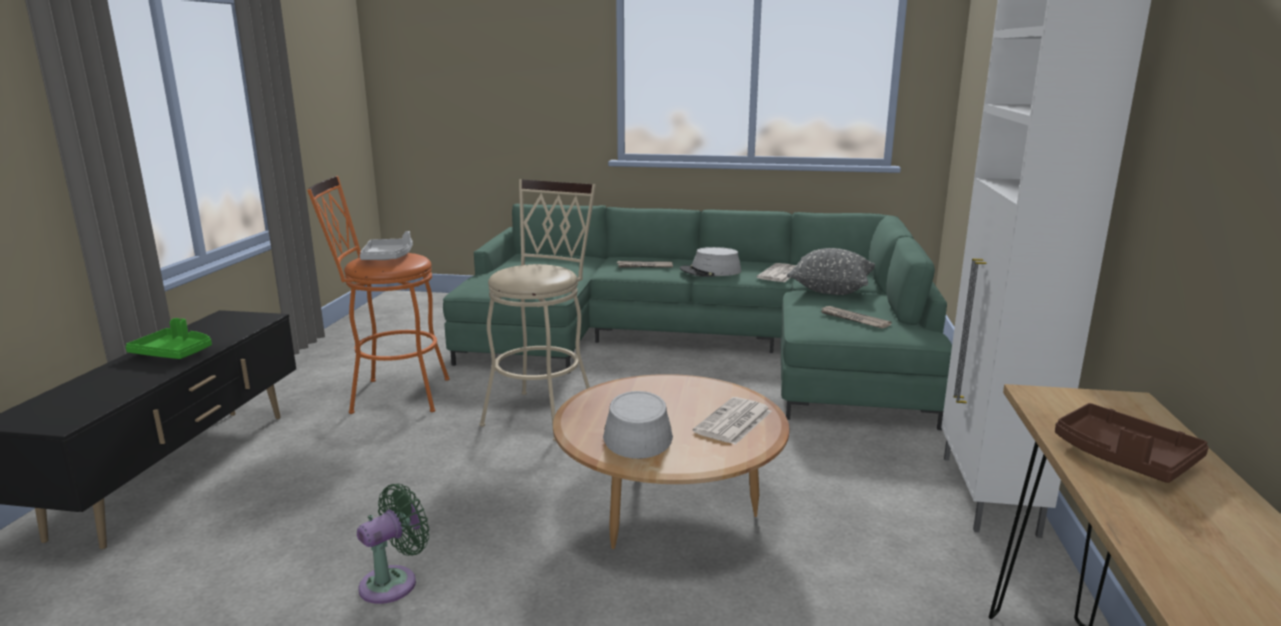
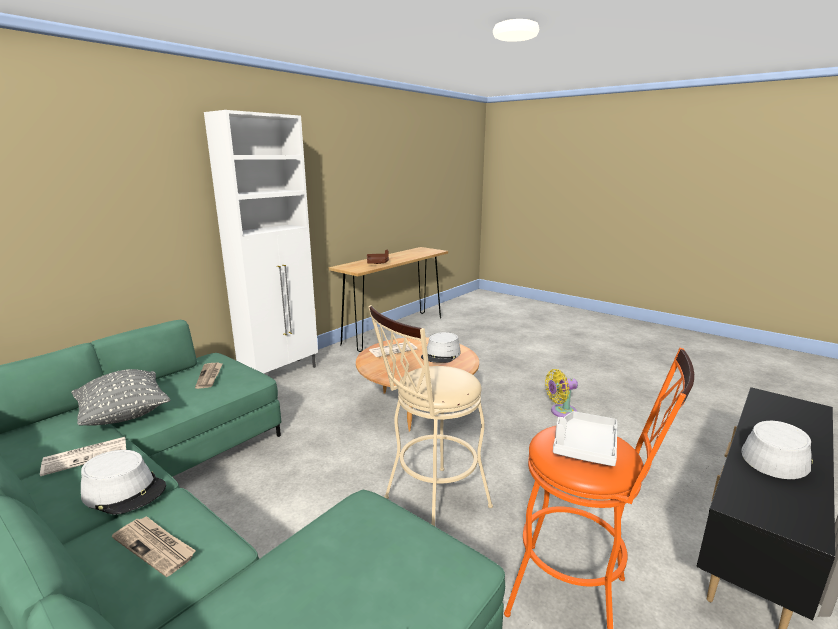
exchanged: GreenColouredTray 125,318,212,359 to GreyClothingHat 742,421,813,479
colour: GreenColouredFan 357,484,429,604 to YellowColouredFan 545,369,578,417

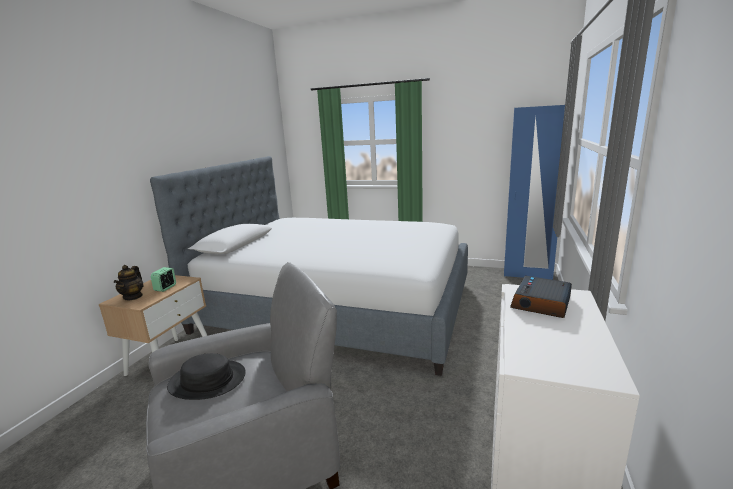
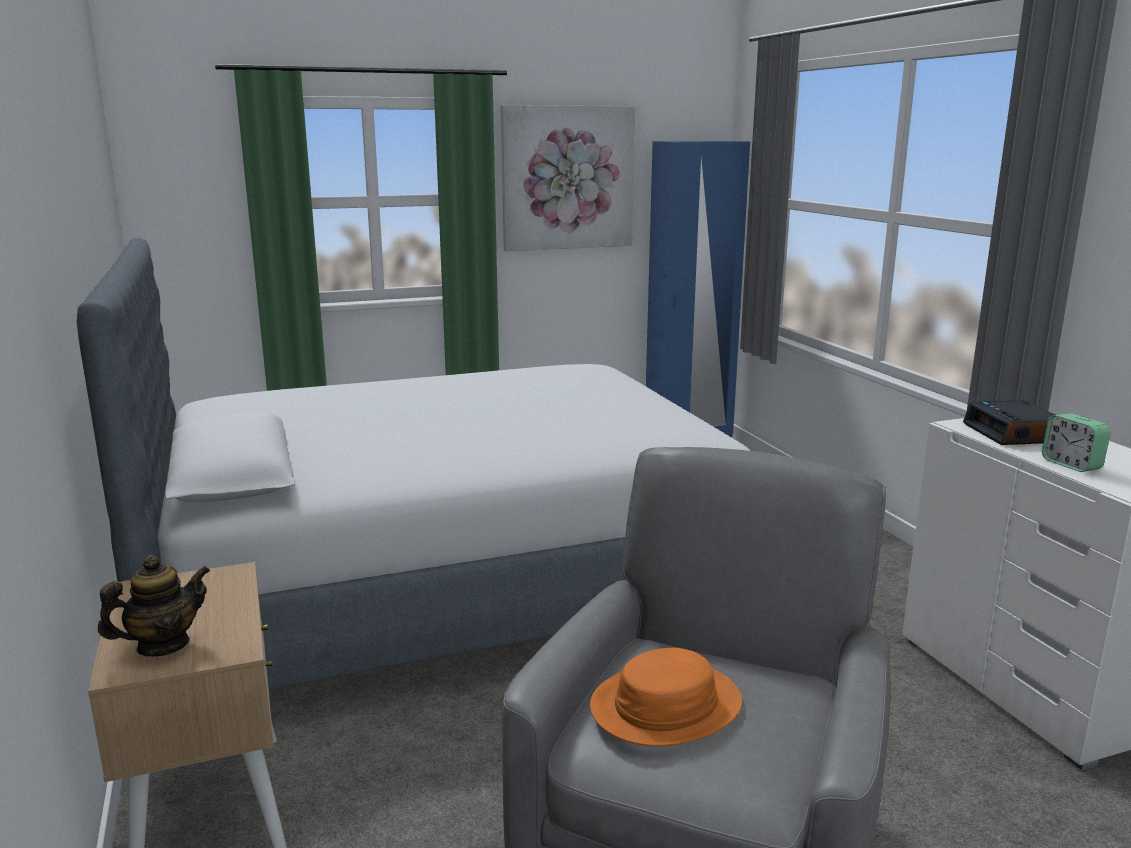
appeared: Picture 501,105,635,251
relocated: BedsideClock 151,267,176,292 to 1042,413,1111,472
colour: BlackColouredClothingHat 167,353,246,400 to OrangeClothingHat 590,648,742,746
spun: PotForTea 114,265,143,300 = 98,555,210,656 90 degrees counterclockwise

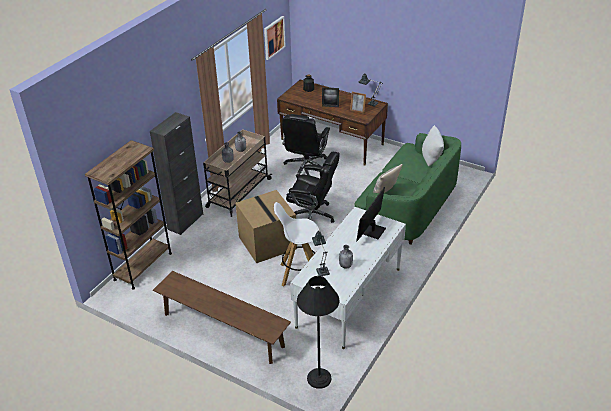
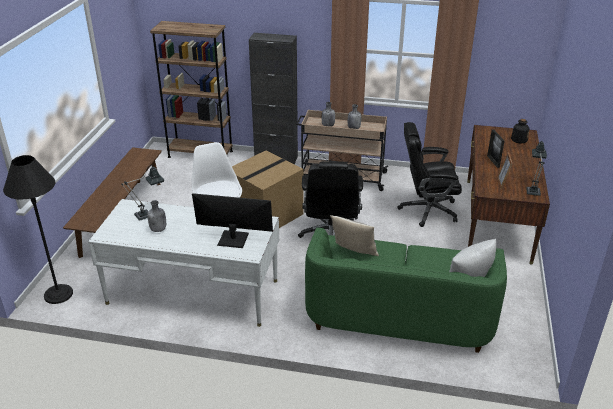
missing: Picture 264,16,286,60

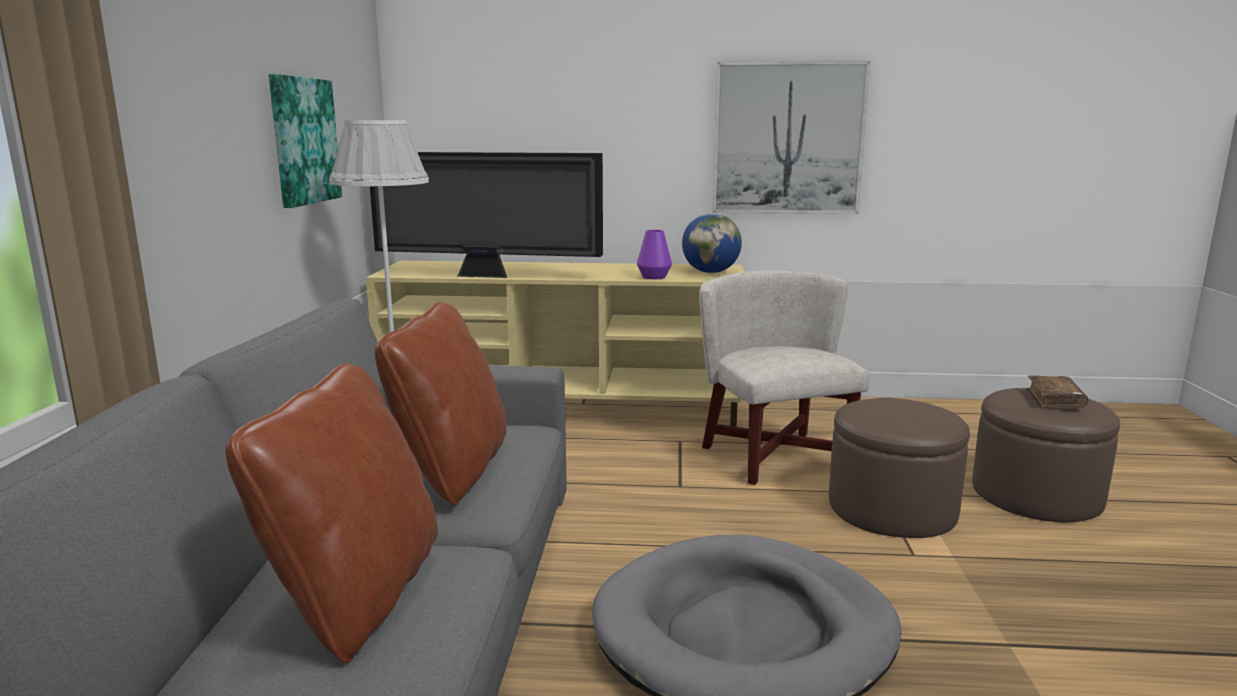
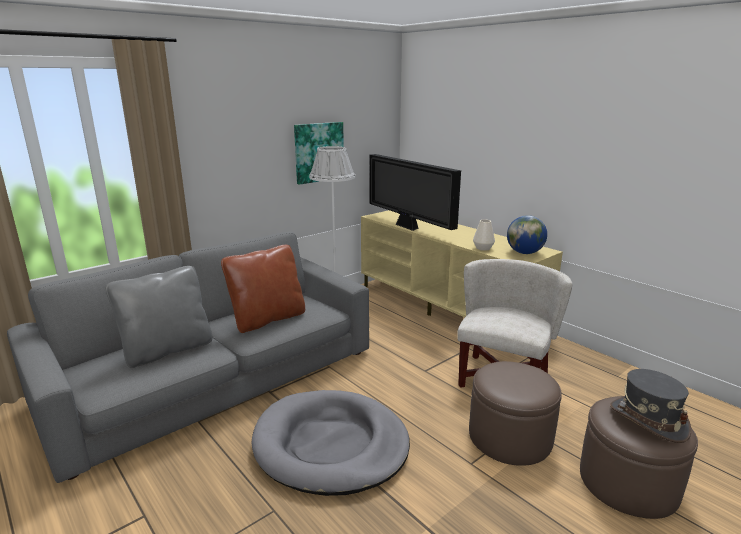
missing: Picture 713,61,870,214
exchanged: BrownishBoundBook 1027,375,1088,409 to GreyClothingHat 610,369,691,443
colour: PurplishVase 637,230,672,279 to WhitishVase 473,219,495,251; BrownishThrowPillow 225,363,438,663 to GreyThrowPillow 106,266,212,368

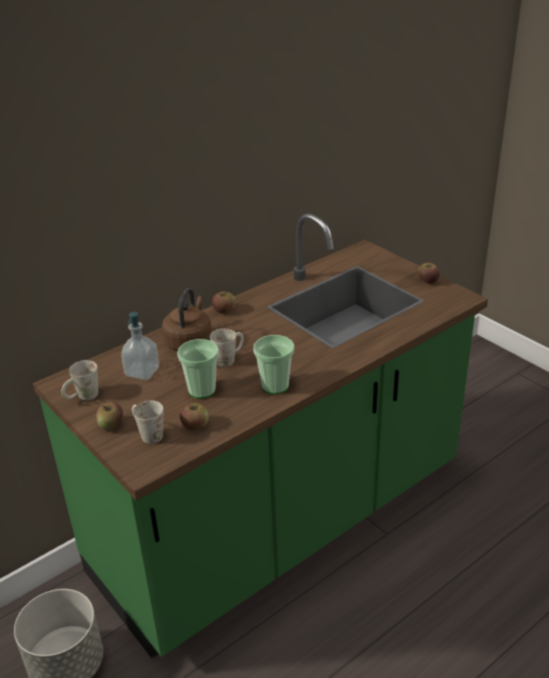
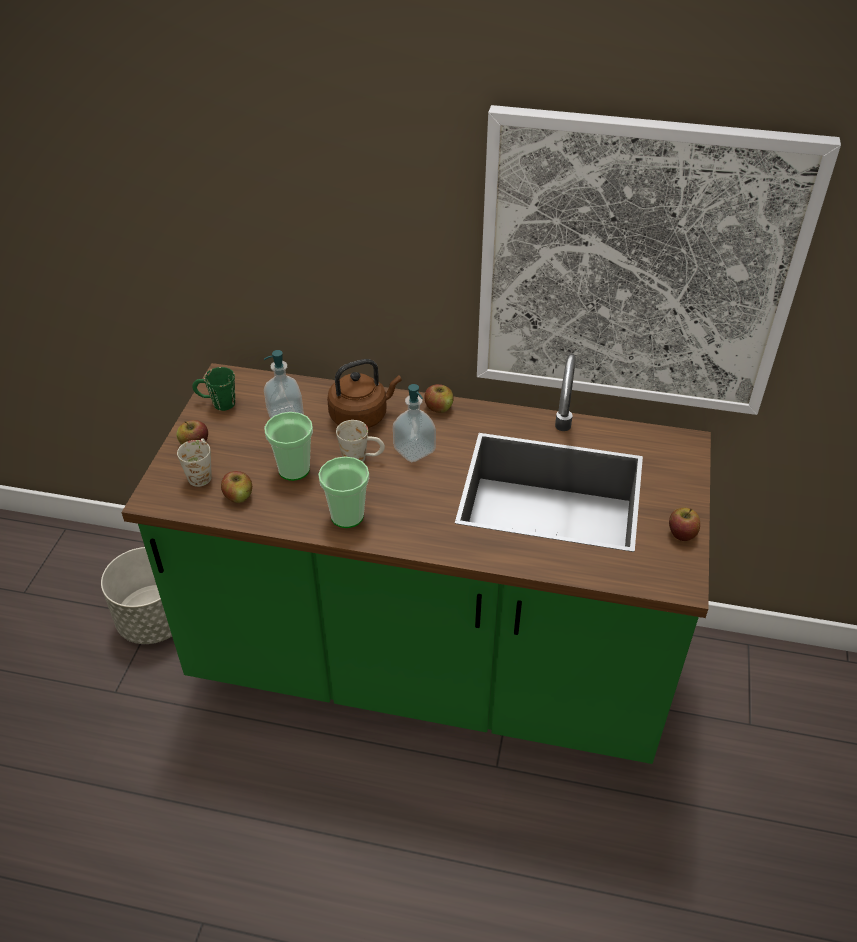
appeared: Picture 477,105,841,415; SoapBottle 393,384,436,462
colour: WhitishCoffeeMug 61,360,98,400 to GreenColouredCoffeeMug 192,367,235,411

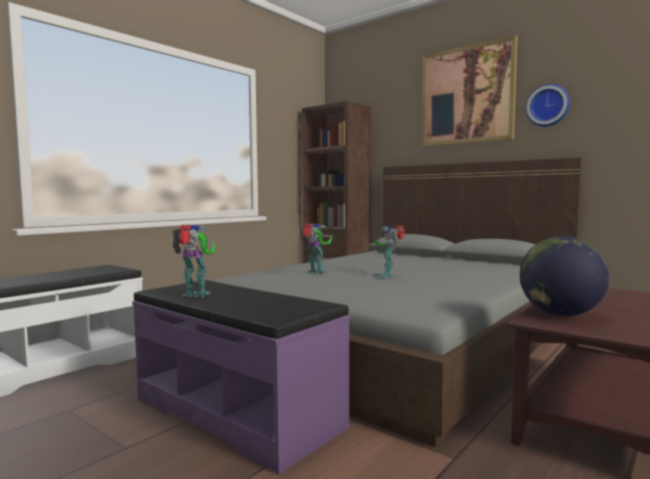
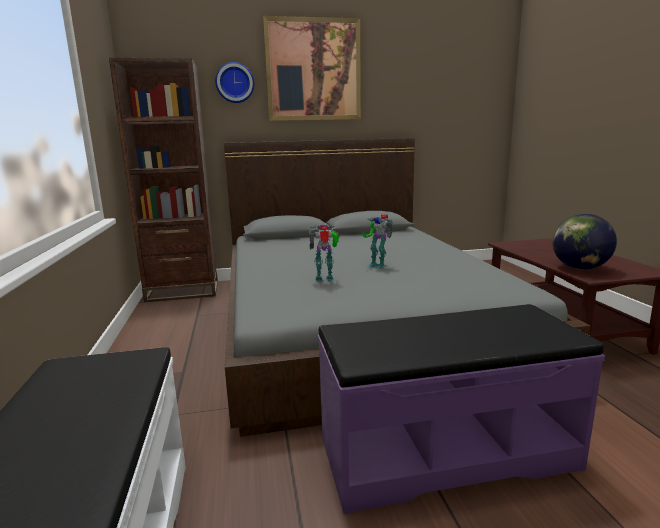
missing: ToyRobot 172,225,215,297
relocated: WallClock 526,84,570,127 to 215,62,254,103

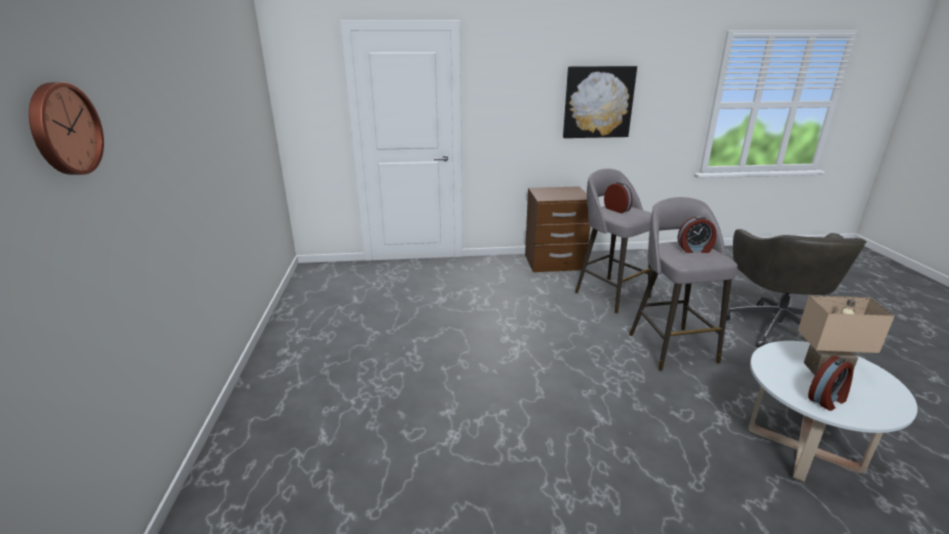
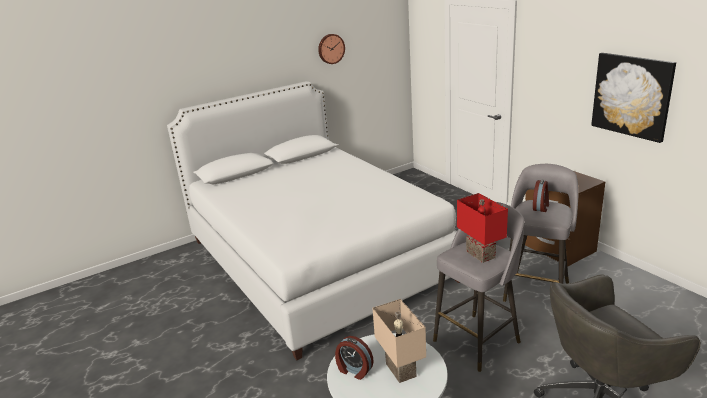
appeared: WhitishBedroomBed 167,81,460,360
relocated: WallClock 29,82,104,175 to 318,34,345,64
exchanged: BedsideClock 678,216,717,253 to ReddishLampForATable 457,193,508,263

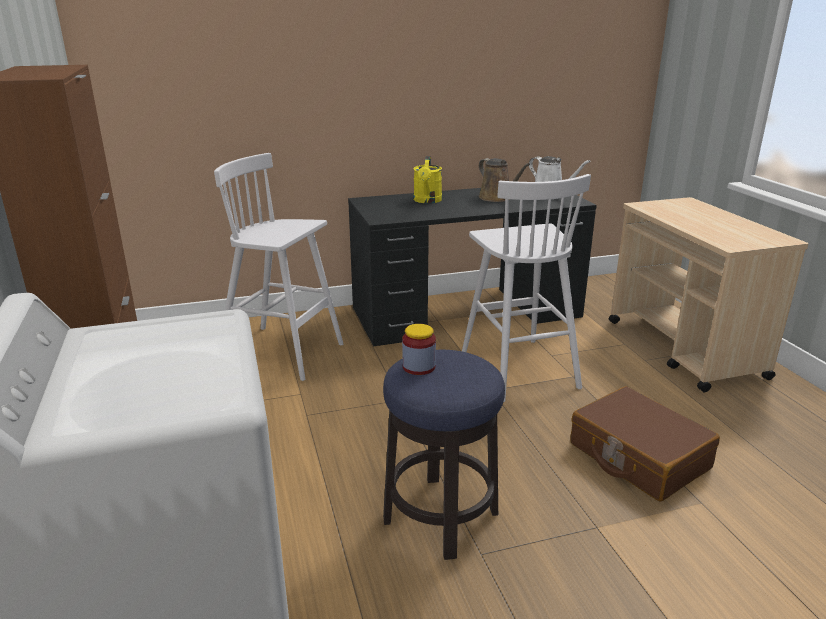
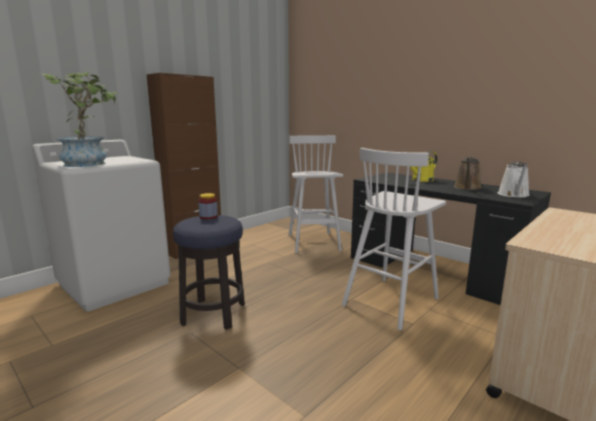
missing: BrownishPieceOfLuggage 570,386,720,502
appeared: Houseplant 39,72,118,167

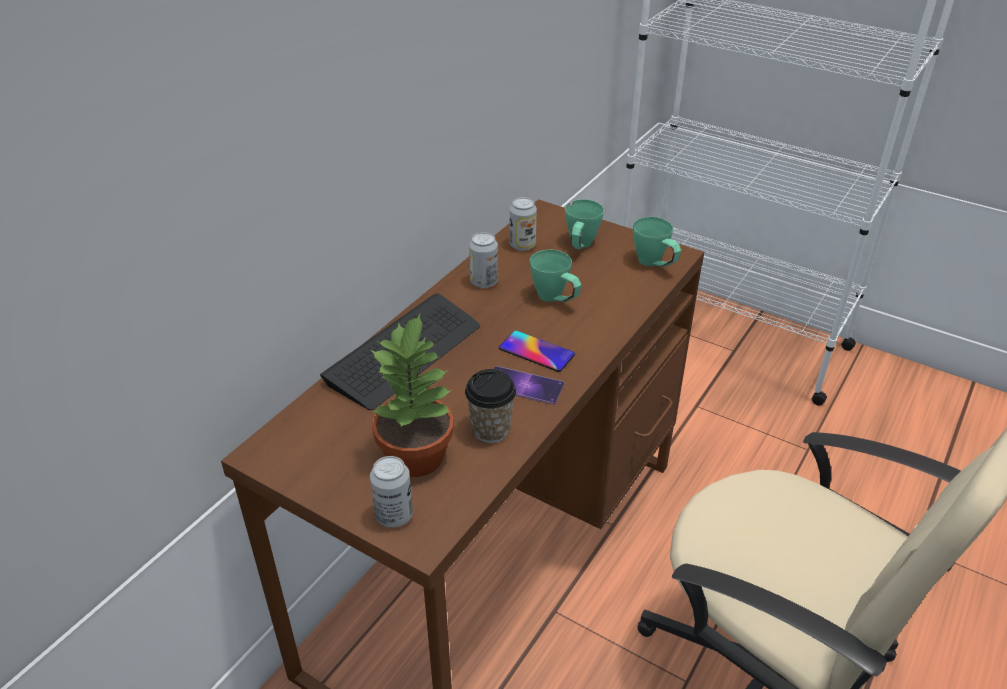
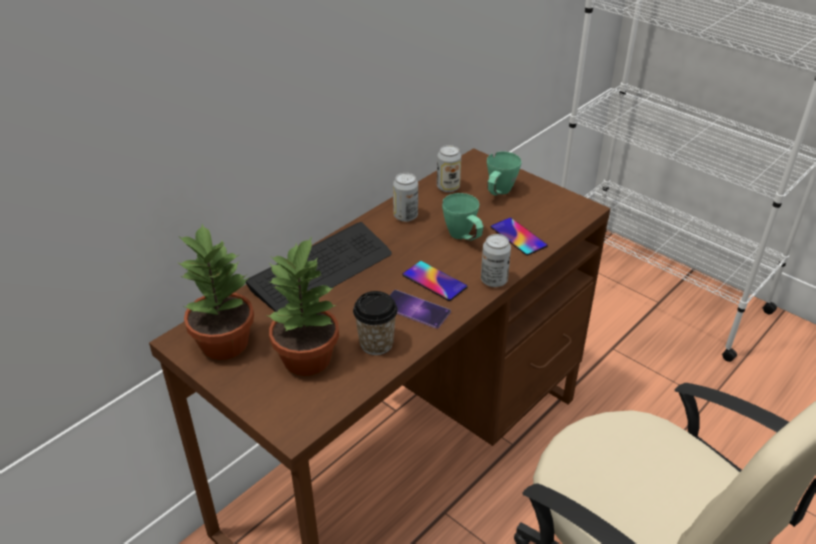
missing: GreenColouredCoffeeMug 633,217,681,267
appeared: Telephone 491,218,548,255; Houseplant 177,224,254,360
relocated: Can 370,456,413,528 to 481,234,511,287

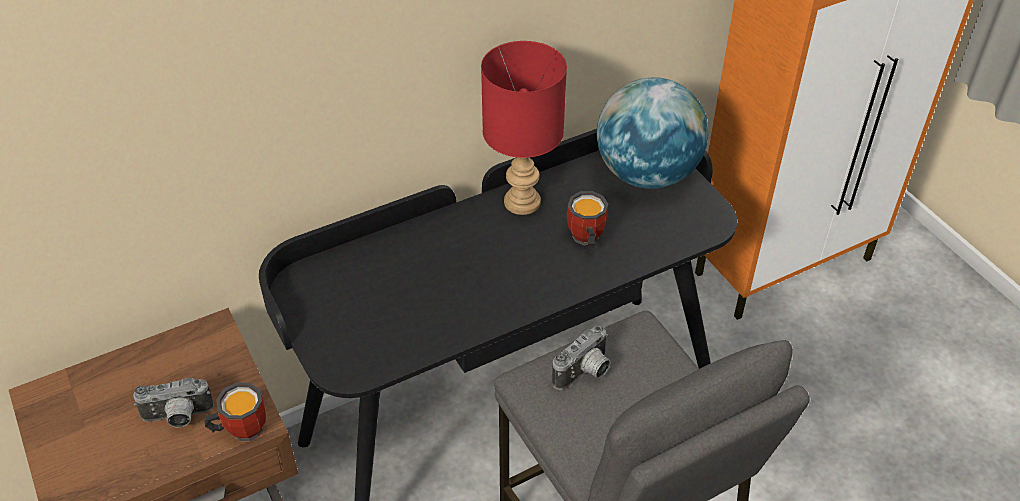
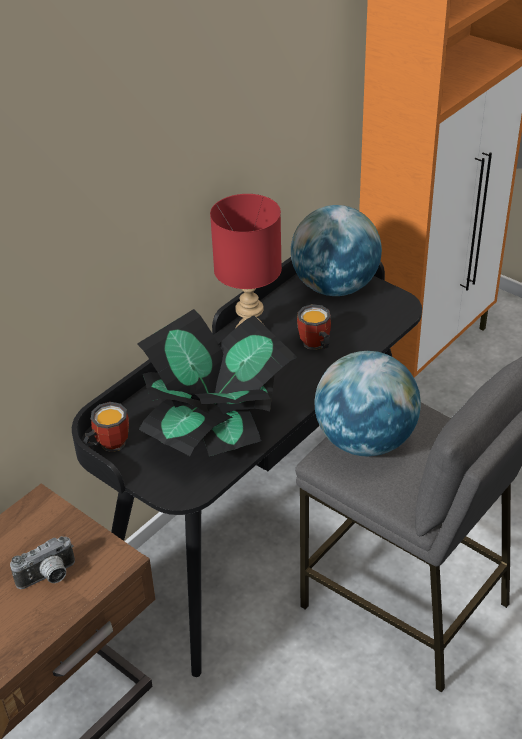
appeared: Houseplant 137,309,297,456
relocated: CoffeeMug 204,382,266,441 to 84,402,129,452
exchanged: StillCamera 552,326,611,390 to Globe 314,351,421,457

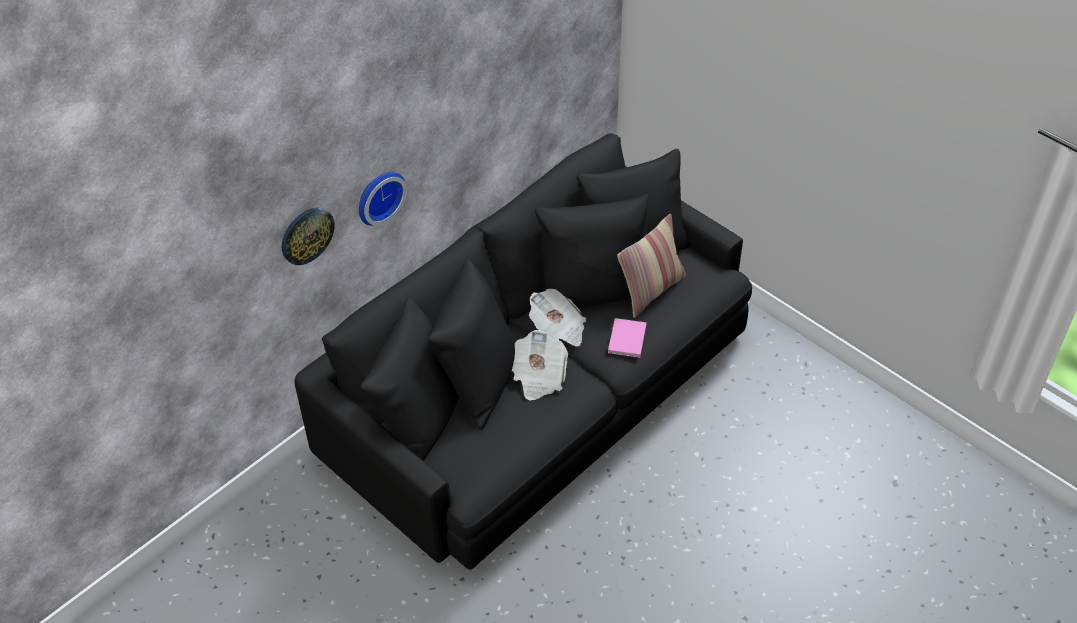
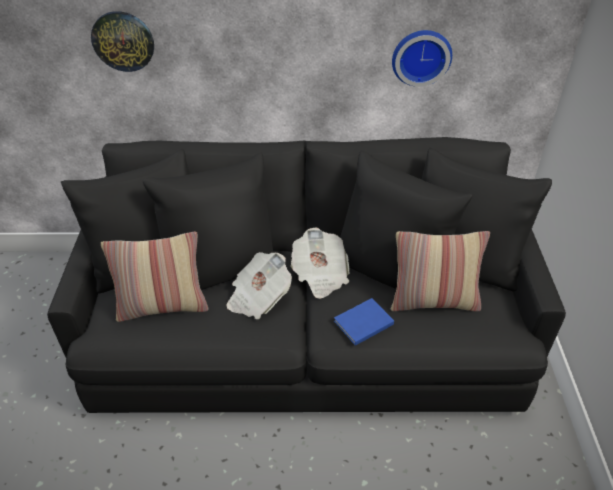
appeared: ThrowPillow 101,232,209,322
relocated: WallClock 359,172,407,226 to 392,30,452,87
colour: PinkColouredBoundBook 608,318,647,358 to BlueColouredBoundBook 334,298,394,346

